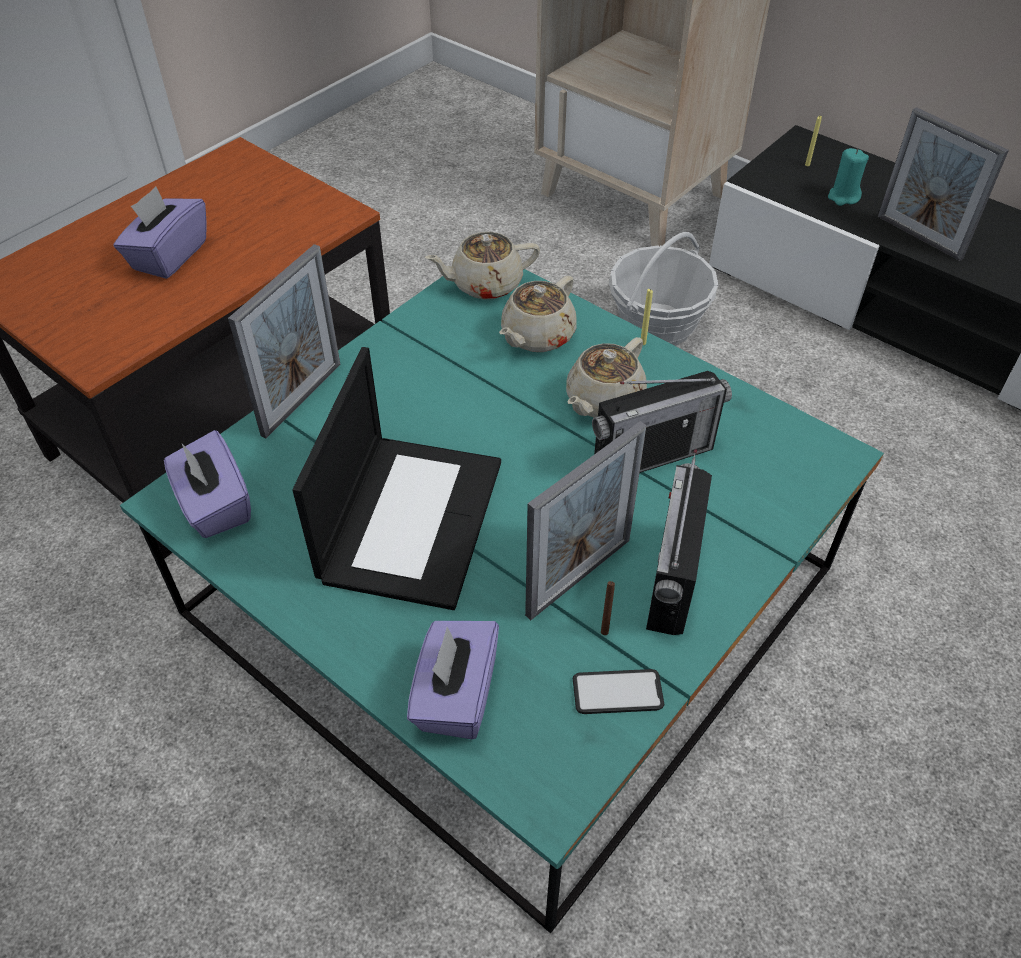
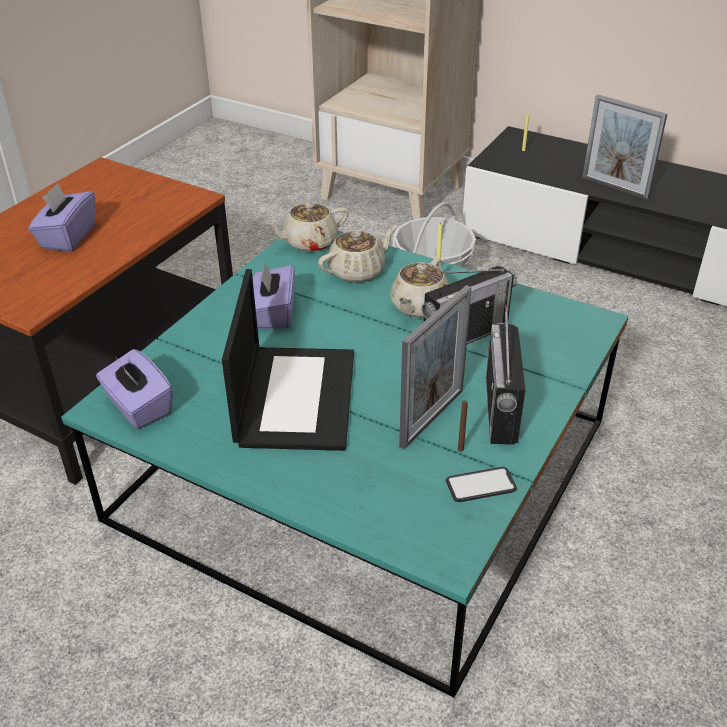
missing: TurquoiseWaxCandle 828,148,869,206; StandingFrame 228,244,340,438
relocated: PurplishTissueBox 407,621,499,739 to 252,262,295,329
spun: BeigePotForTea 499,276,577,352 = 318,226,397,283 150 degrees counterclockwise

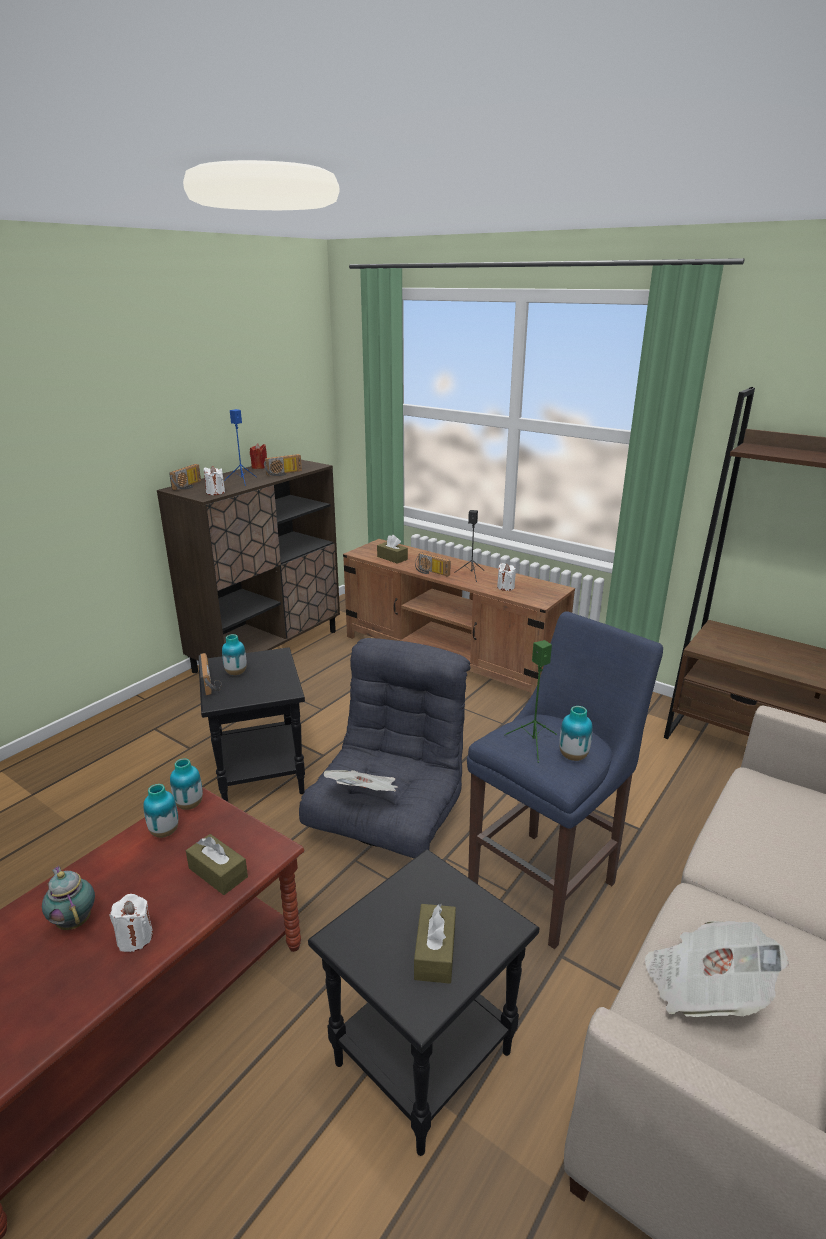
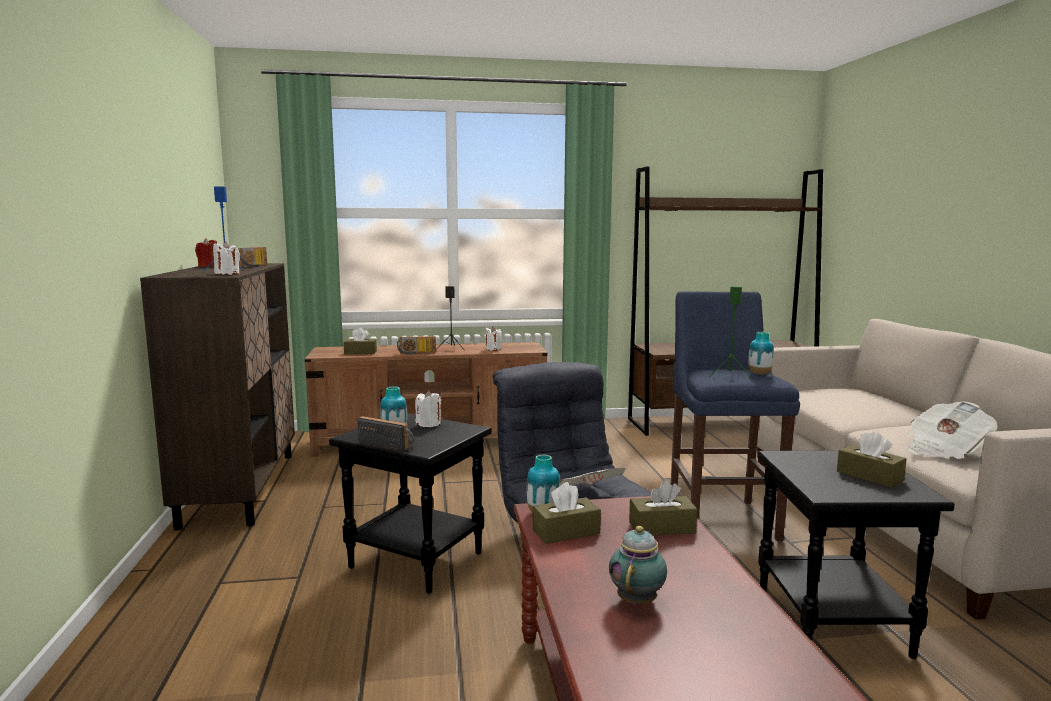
missing: RadioReceiver 169,464,201,490
relocated: WhitishWaxCandle 109,894,153,952 to 415,390,441,427
exchanged: Vase 143,784,178,838 to BrownishTissueBox 533,482,601,544
spun: PotForTea 42,866,95,930 = 609,526,667,605 105 degrees clockwise

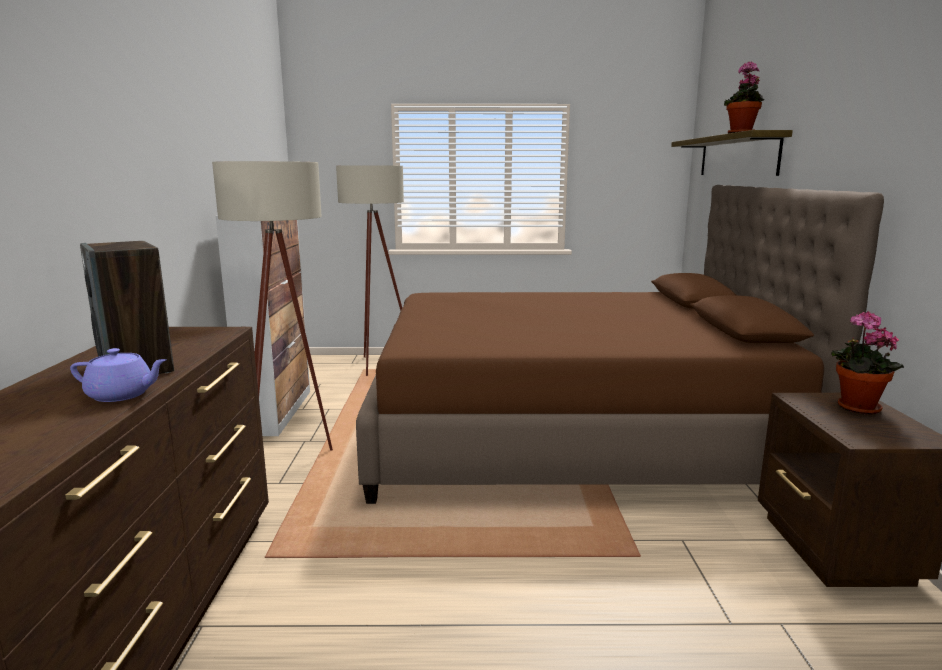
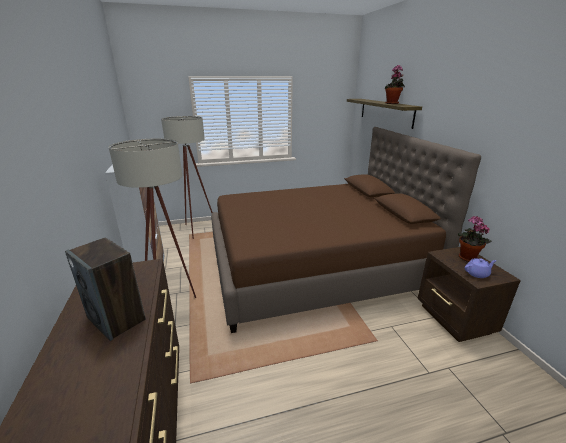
relocated: PurplishPotForTea 70,348,167,402 to 465,258,497,278

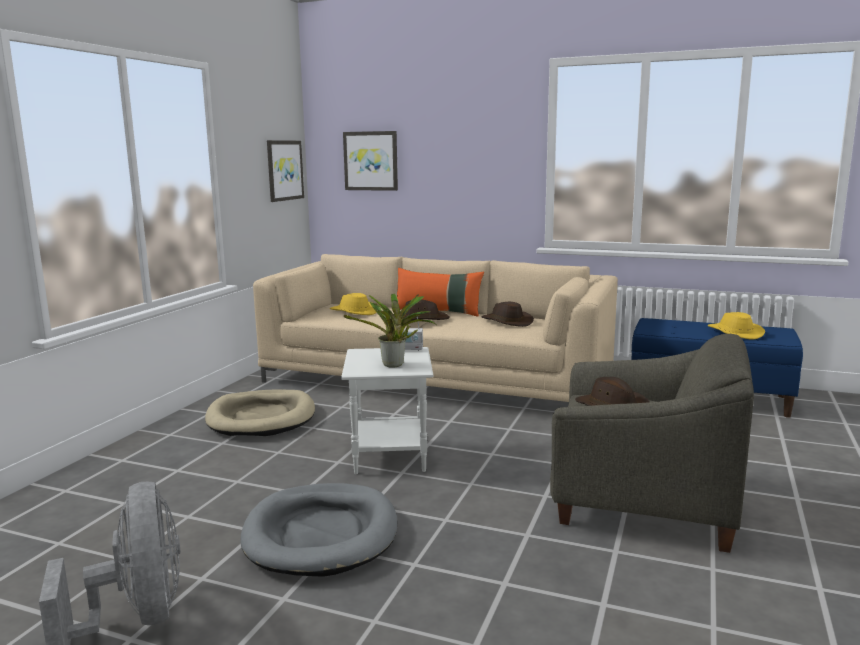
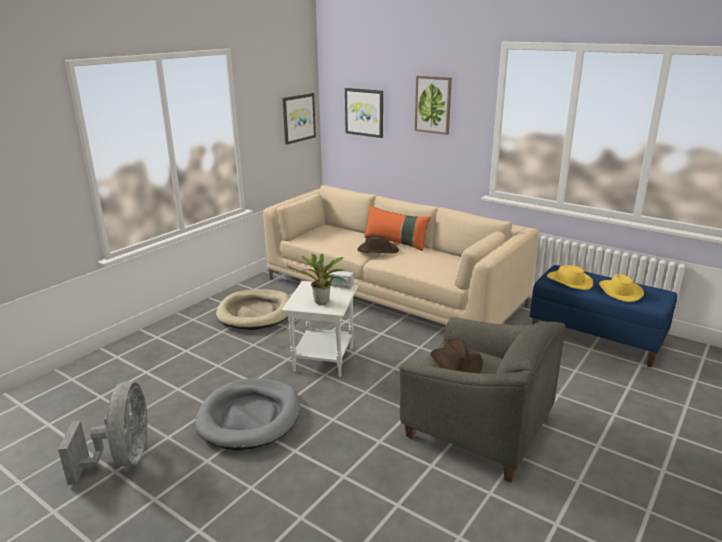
missing: BrownishClothingHat 481,302,534,327
appeared: Picture 415,76,452,135
relocated: YellowColouredClothingHat 330,293,377,315 to 547,265,593,290

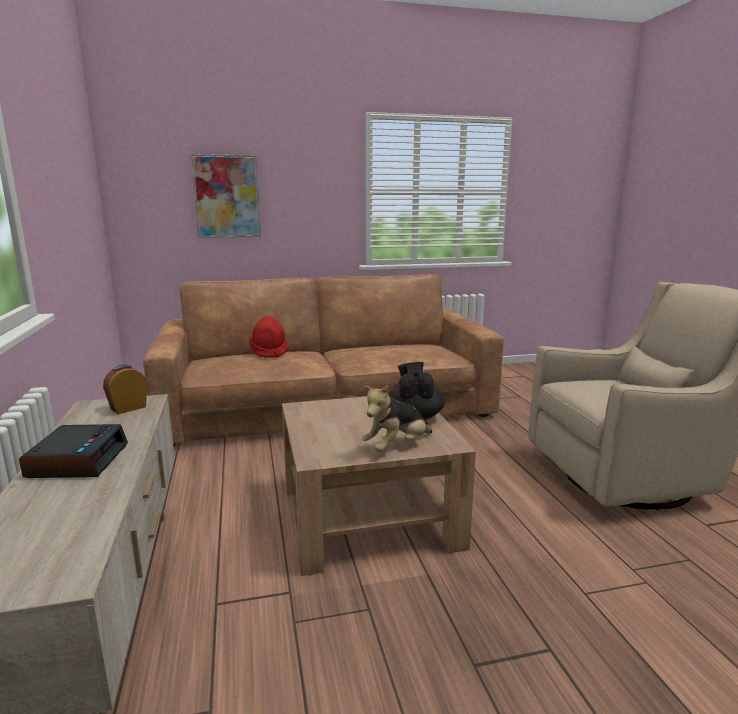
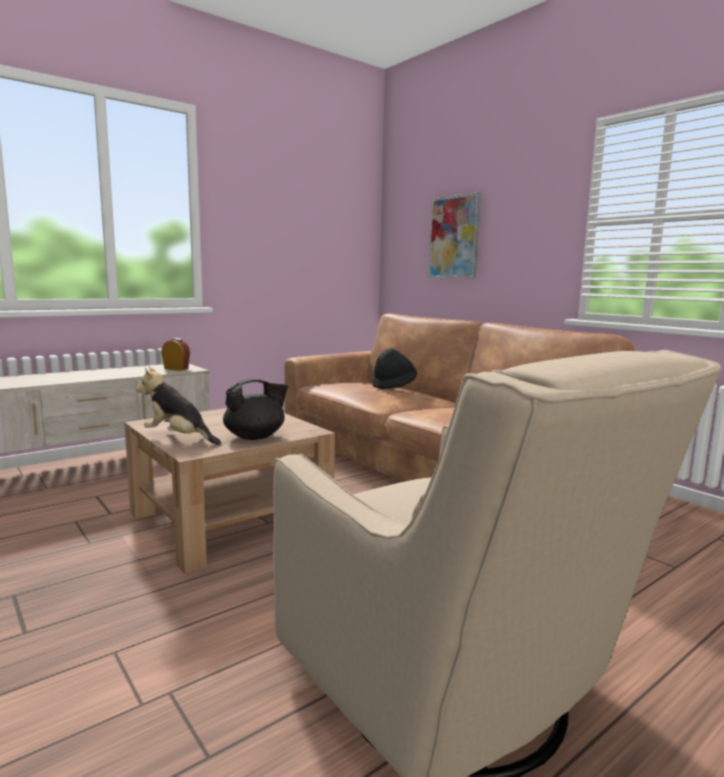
missing: BedsideClock 19,424,128,478
colour: ReddishClothingHat 249,316,288,358 to BlackColouredClothingHat 372,348,417,390

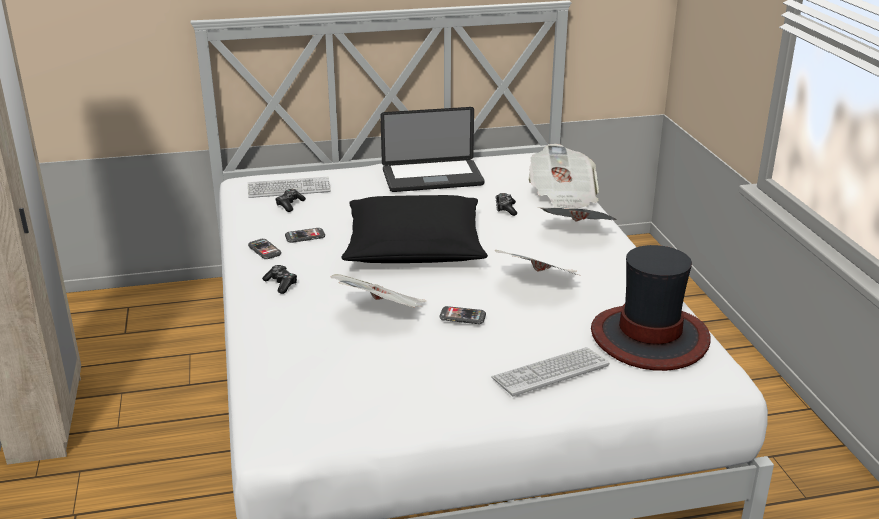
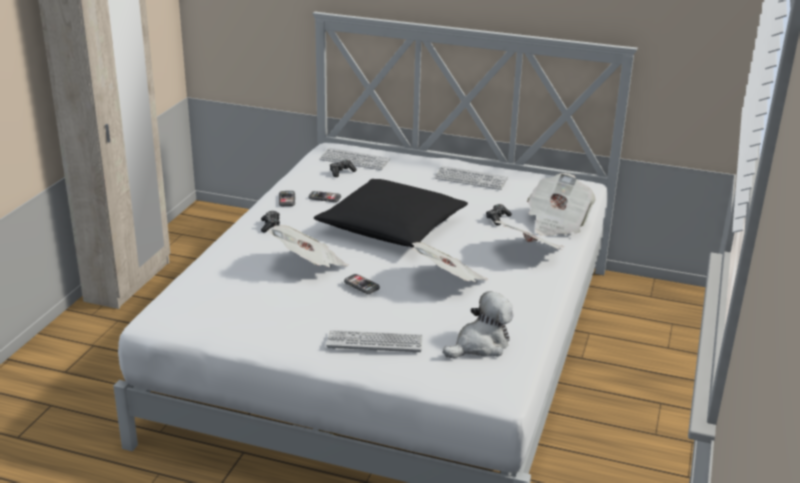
exchanged: NotebookComputer 380,107,485,192 to Keyboard 434,166,508,190; ClothingHat 591,245,711,371 to SoftToy 443,291,513,358

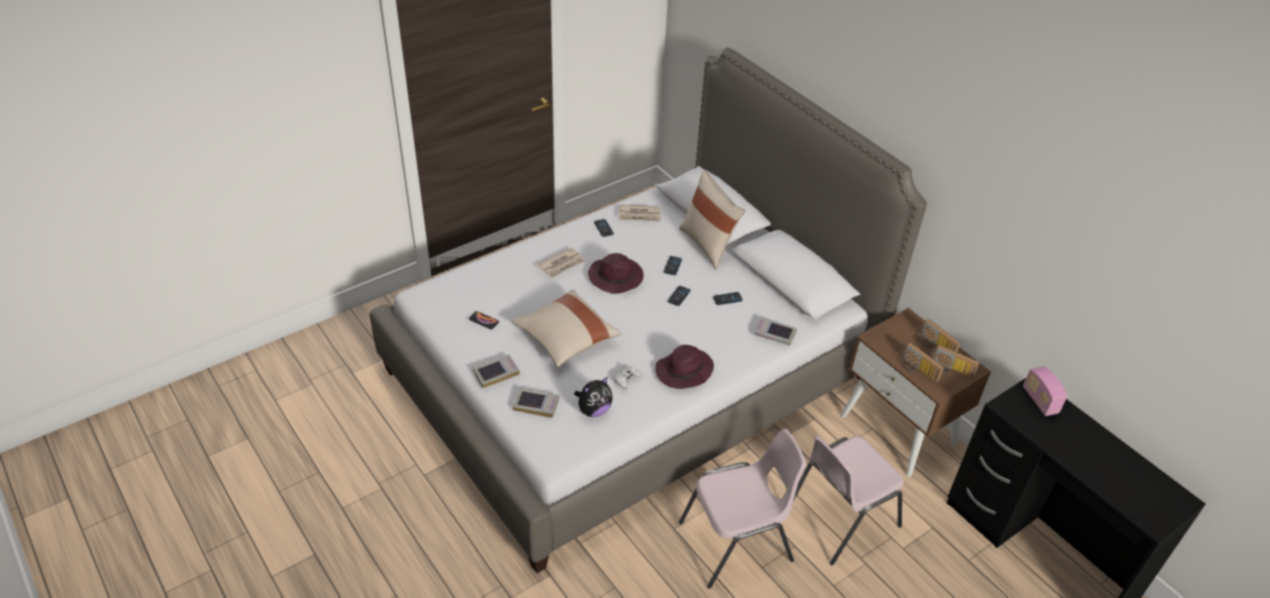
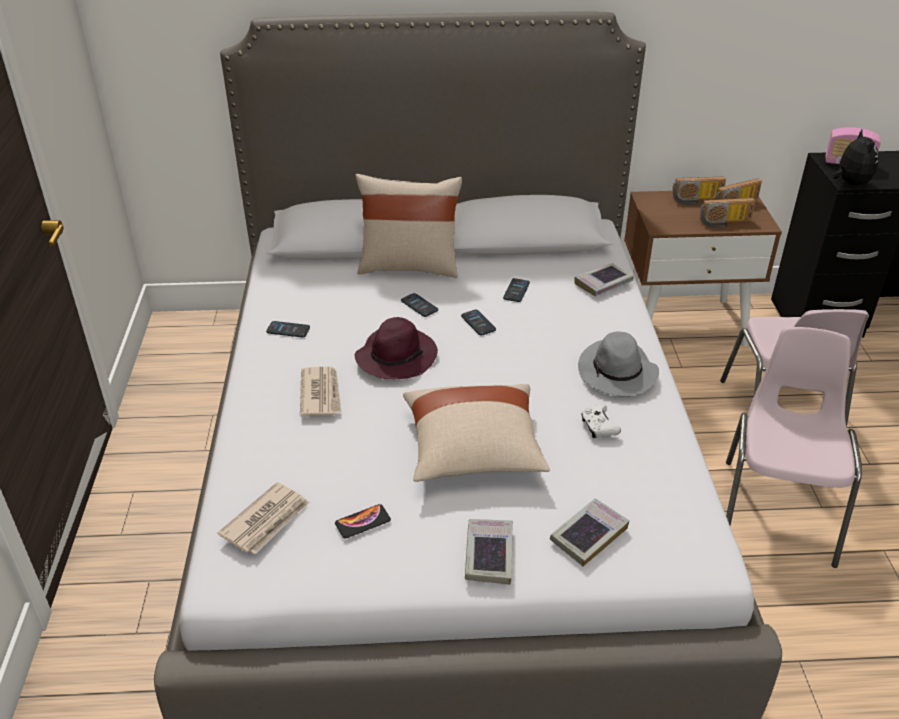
relocated: DailyPaper 618,204,661,222 to 217,482,310,554; SoftToy 574,376,612,417 to 833,130,879,186
colour: PurplishClothingHat 655,345,714,389 to GreyClothingHat 578,331,659,396

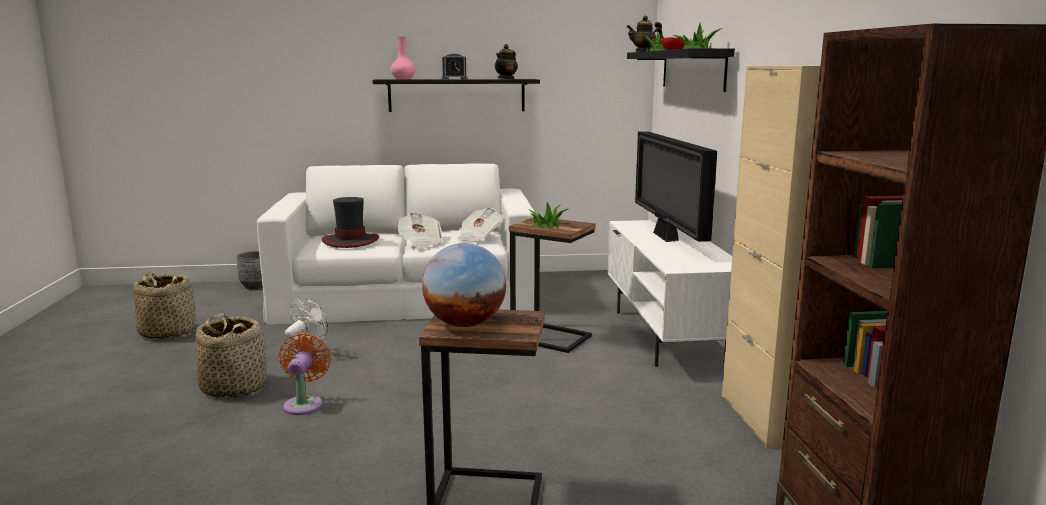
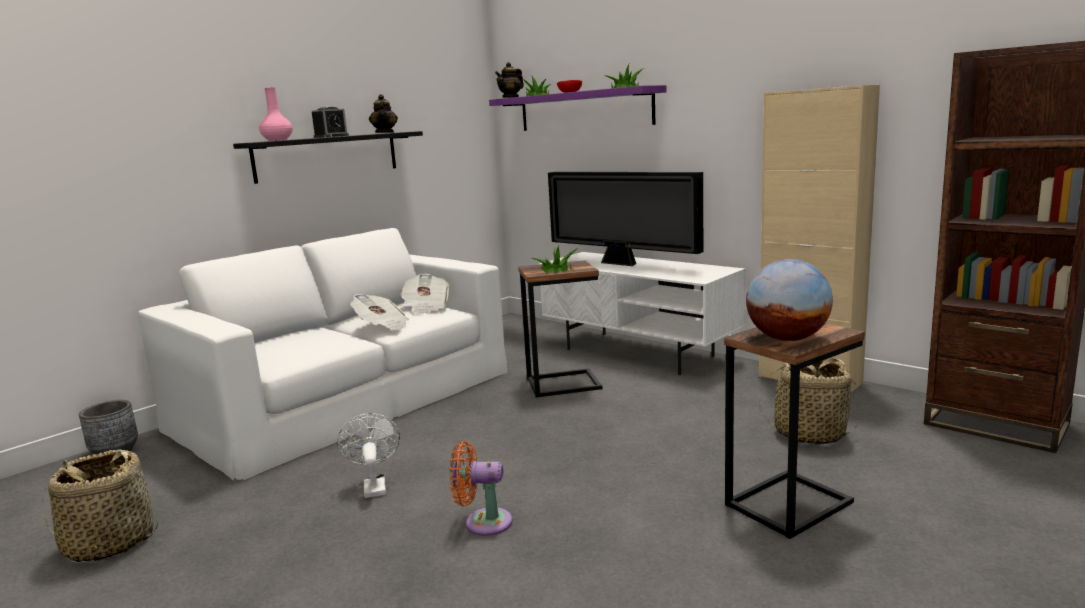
missing: ClothingHat 322,197,379,248
relocated: StorageBasket 195,313,267,398 to 759,358,859,445
colour: BlackColouredWallShelf 627,48,735,92 to PurplishWallShelf 489,85,667,131
spun: OrangeFan 279,333,331,415 = 450,441,513,536 45 degrees counterclockwise

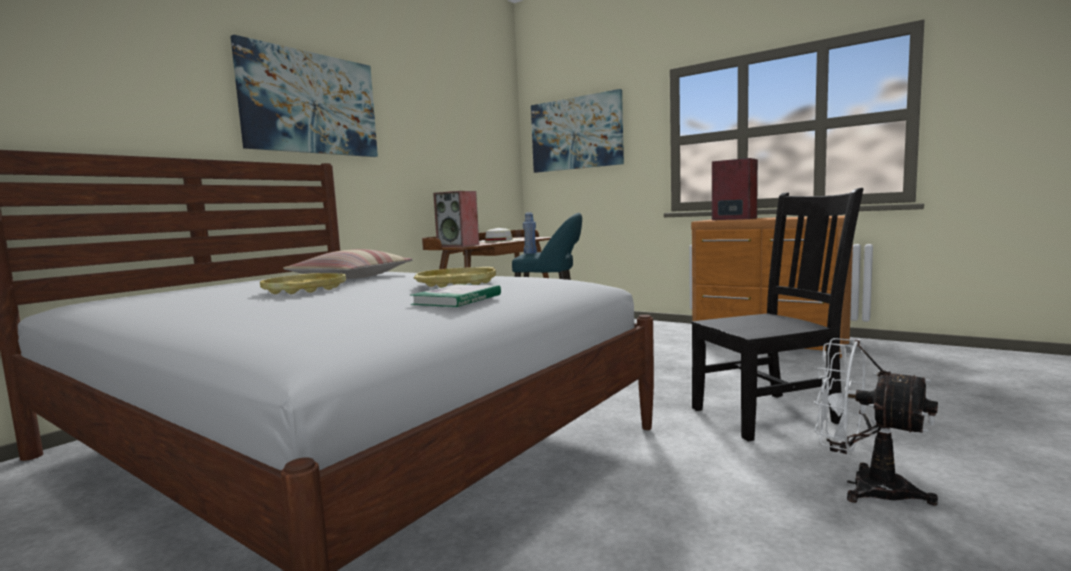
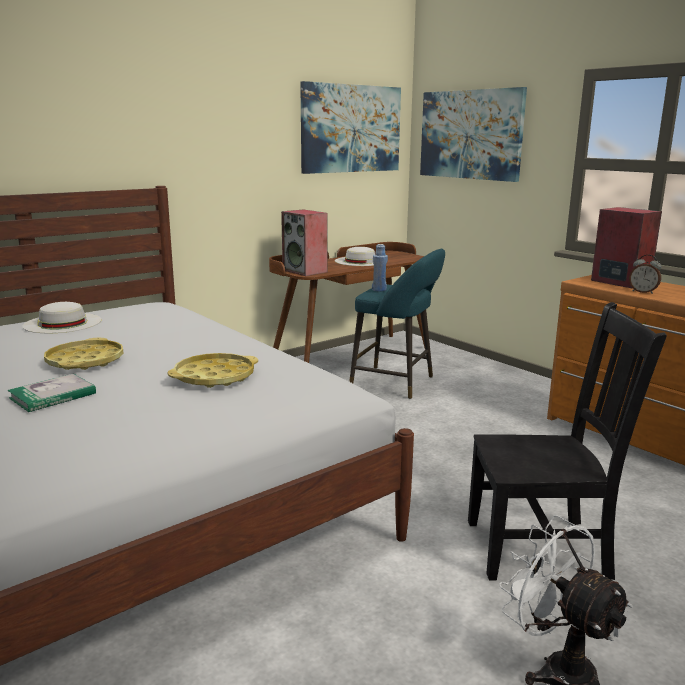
missing: ThrowPillow 283,249,412,279
appeared: BedsideClock 629,255,662,294; WhitishClothingHat 23,302,102,333
relocated: Picture 230,35,378,157 to 300,81,401,174; BoundBook 411,284,501,307 to 7,374,96,412

